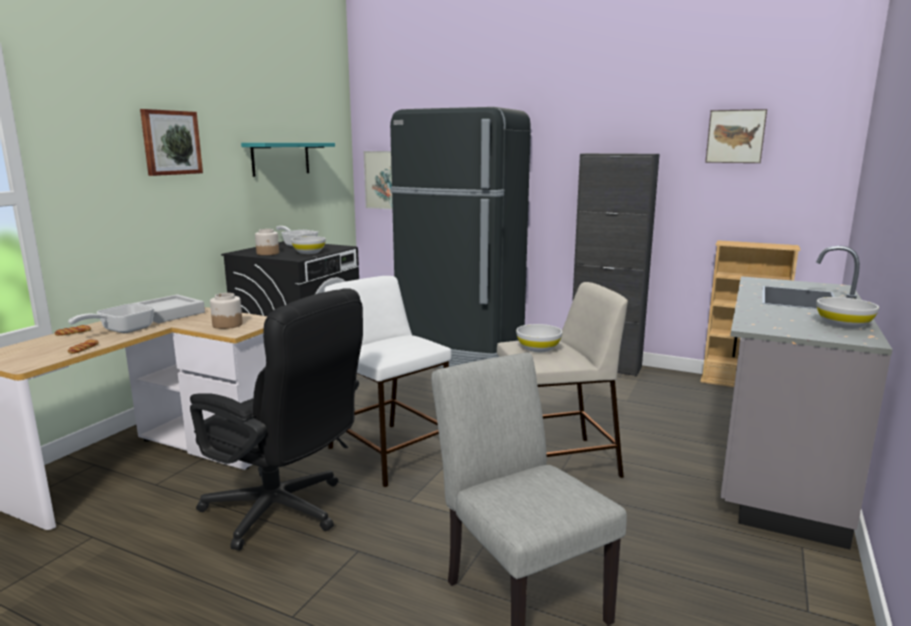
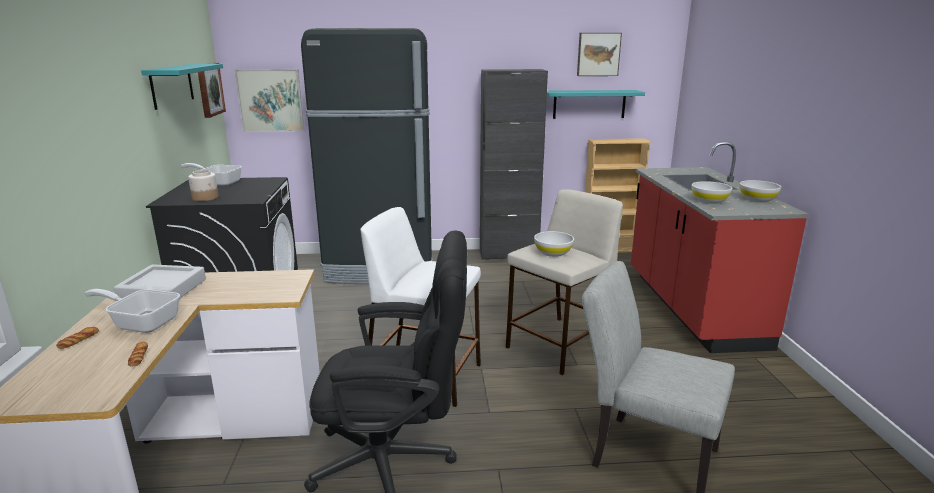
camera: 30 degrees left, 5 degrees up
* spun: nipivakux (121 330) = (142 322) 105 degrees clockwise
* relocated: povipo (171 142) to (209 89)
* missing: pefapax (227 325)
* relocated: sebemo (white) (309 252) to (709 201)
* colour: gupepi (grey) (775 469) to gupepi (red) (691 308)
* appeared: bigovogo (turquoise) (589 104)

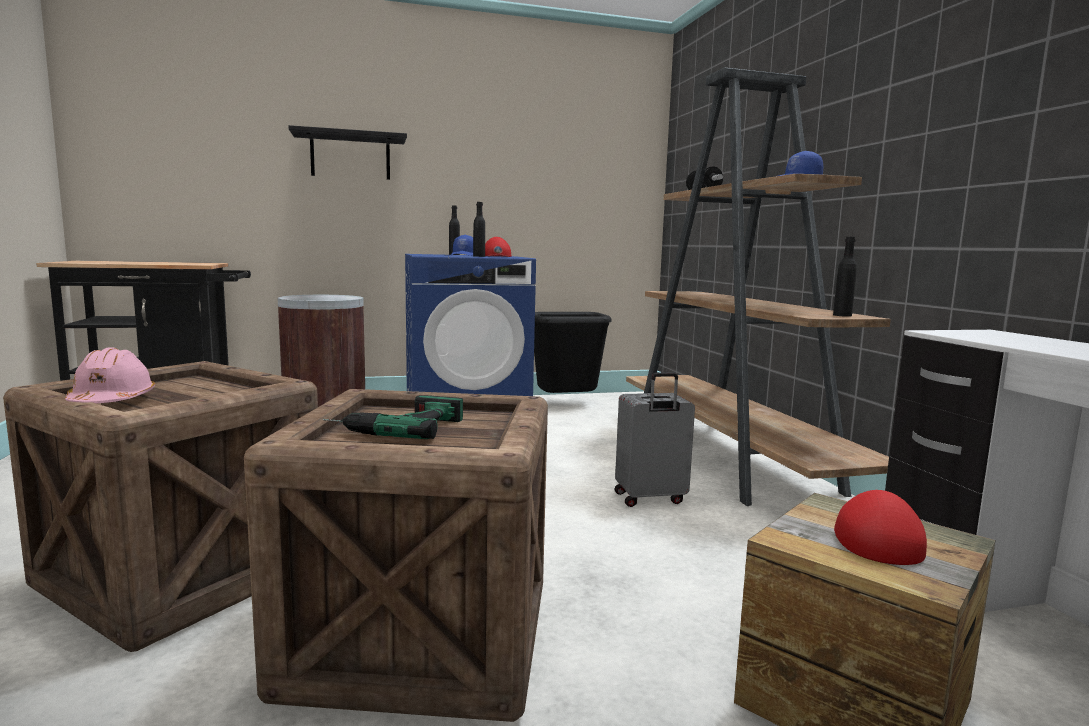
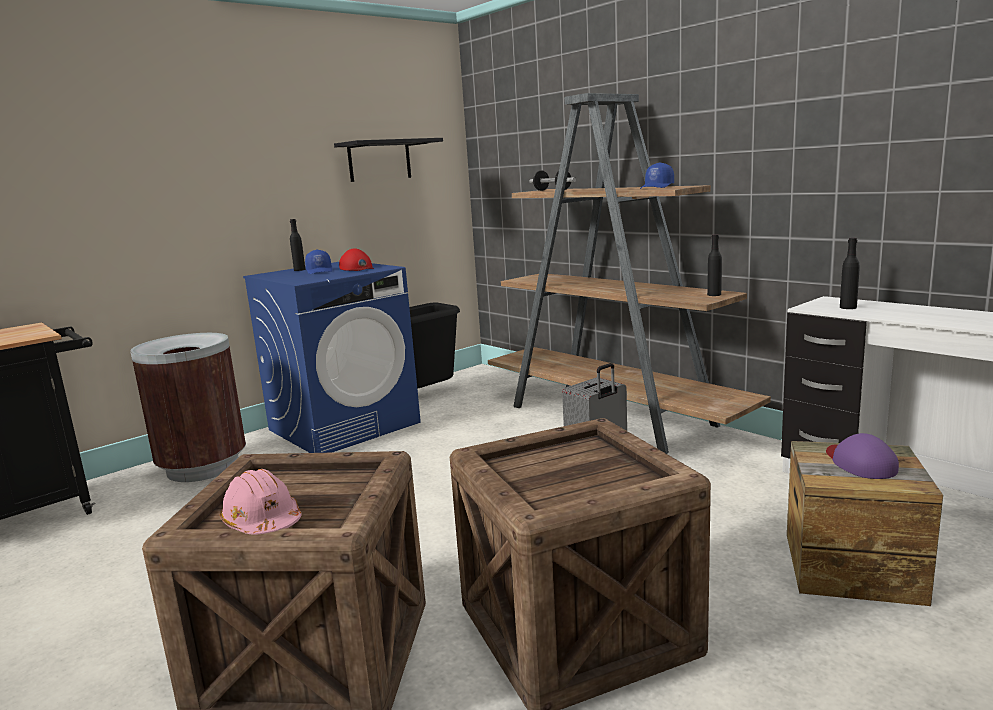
camera: 25 degrees left, 5 degrees up
* relocated: bigovogo (black) (350 157) to (379 160)
* missing: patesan (394 426)
* relocated: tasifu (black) (479 256) to (848 307)
* colour: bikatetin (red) (875 537) to bikatetin (purple) (859 463)

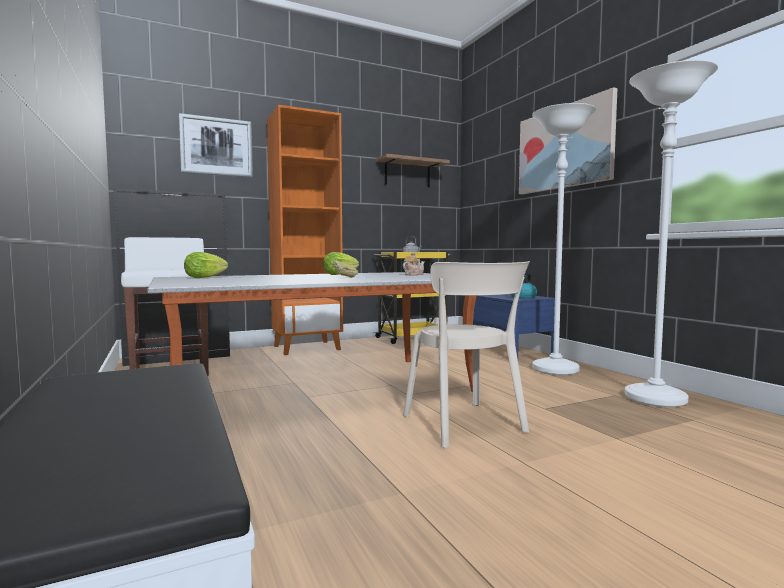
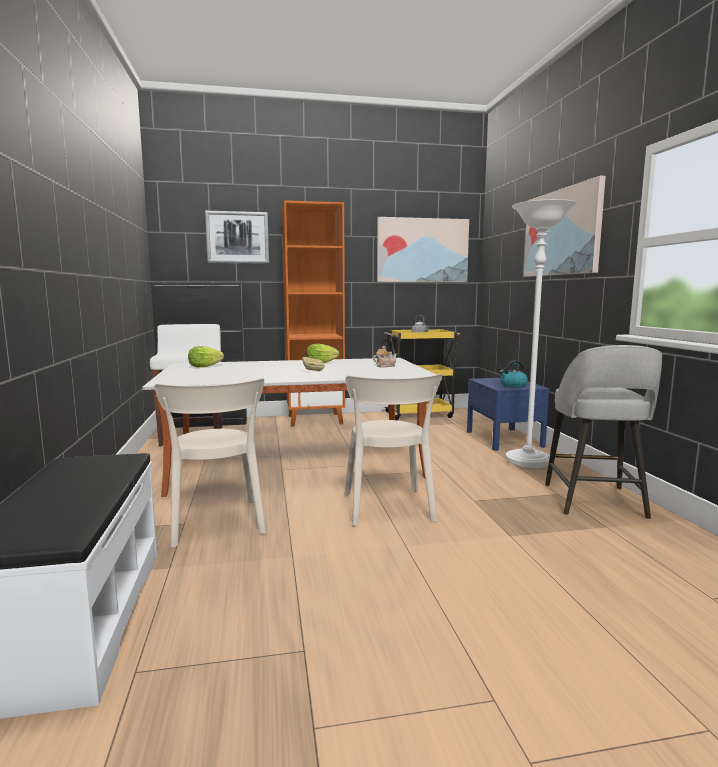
camera: 15 degrees right, 5 degrees up
* exchanged: bigovogo (407 173) to povipo (422 250)
* exchanged: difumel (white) (655 399) to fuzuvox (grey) (594 502)
* appeared: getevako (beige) (217 524)

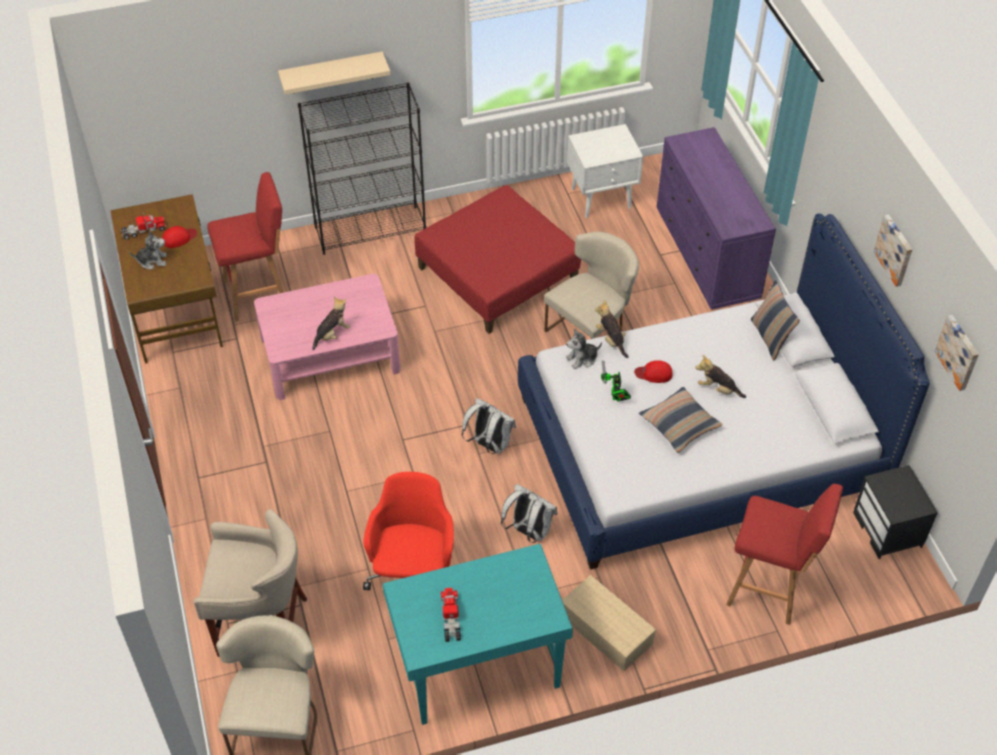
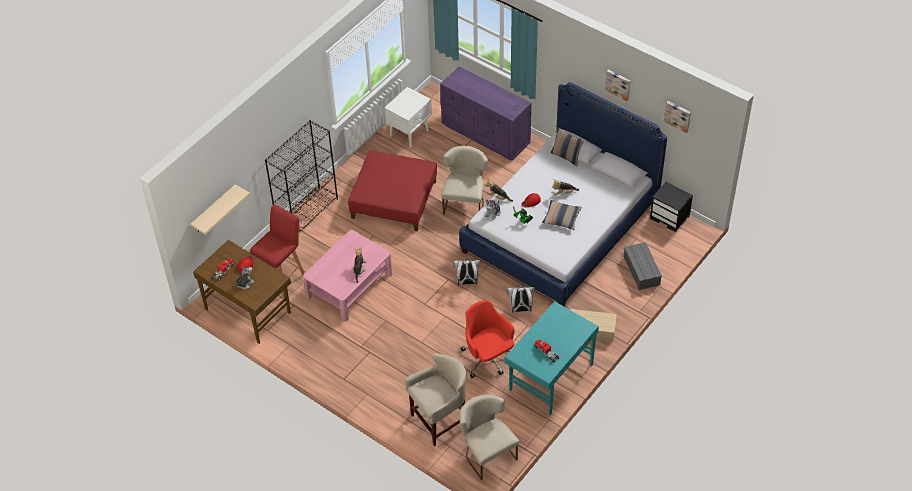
camera: 35 degrees left, 0 degrees up
* relocated: bigovogo (beige) (331 73) to (214 209)
* exchanged: fuzuvox (red) (769 588) to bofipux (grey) (642 271)

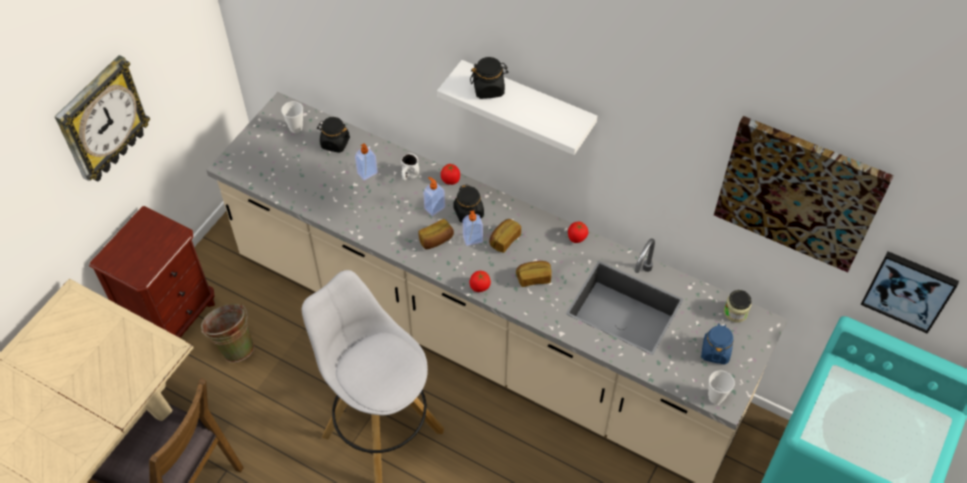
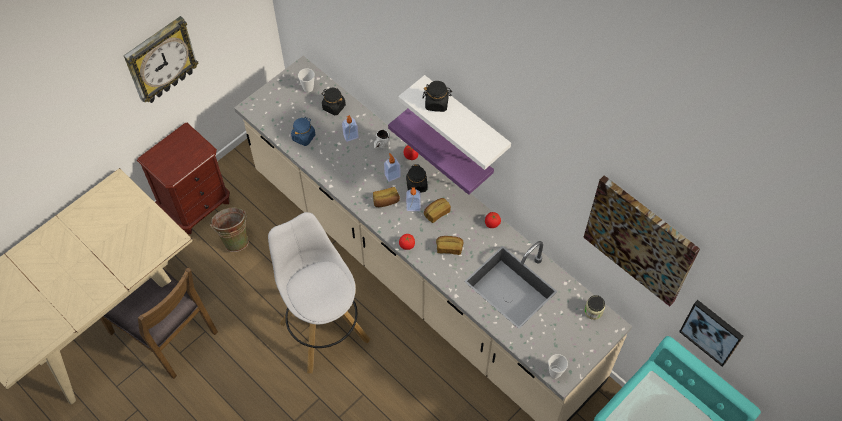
camera: 15 degrees right, 5 degrees up
* relocated: pefapax (blue) (715 351) to (303 137)
* appeared: bigovogo (purple) (452 146)

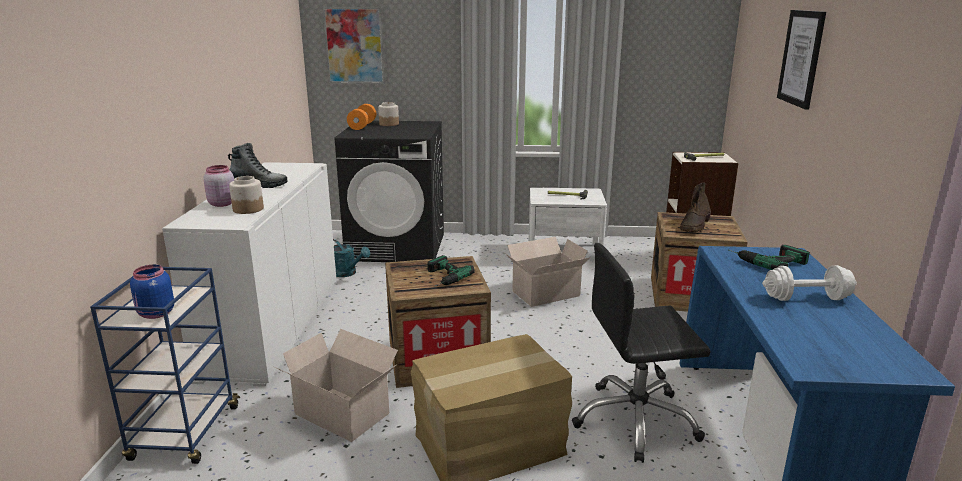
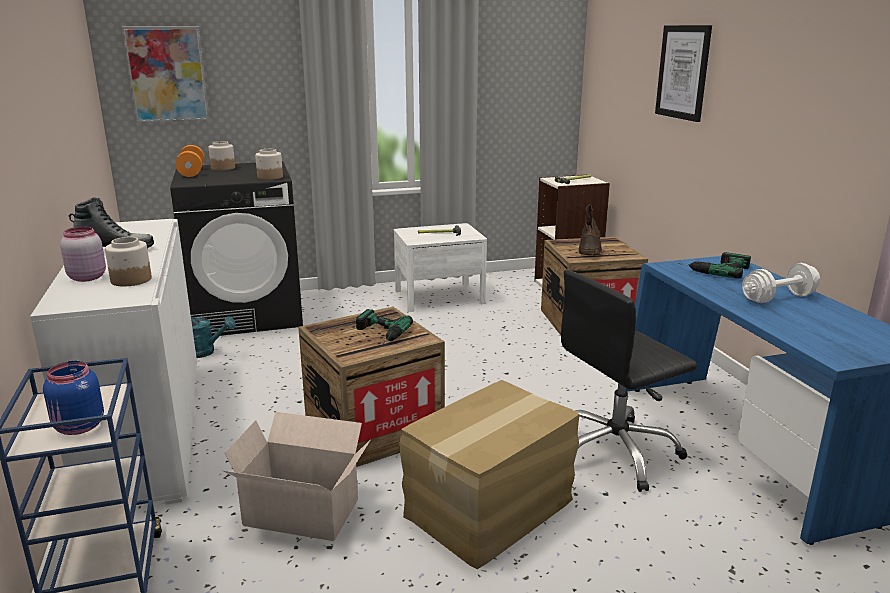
camera: 20 degrees left, 0 degrees up
* missing: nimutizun (544 294)
* appeared: pefapax (270 177)

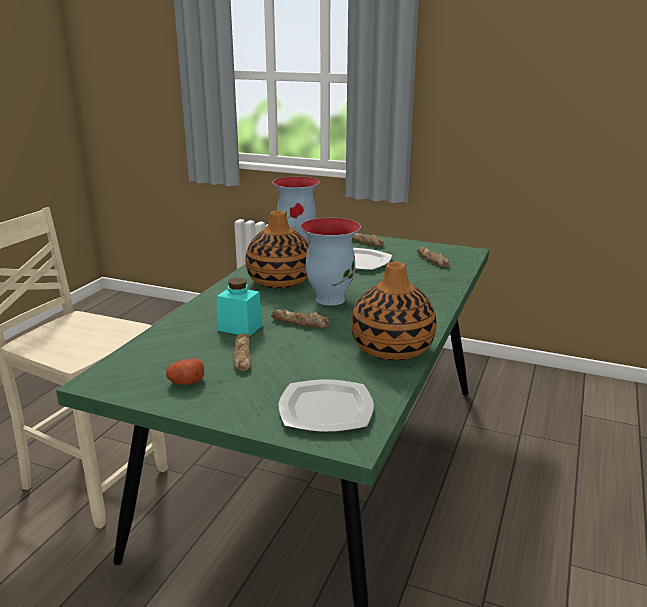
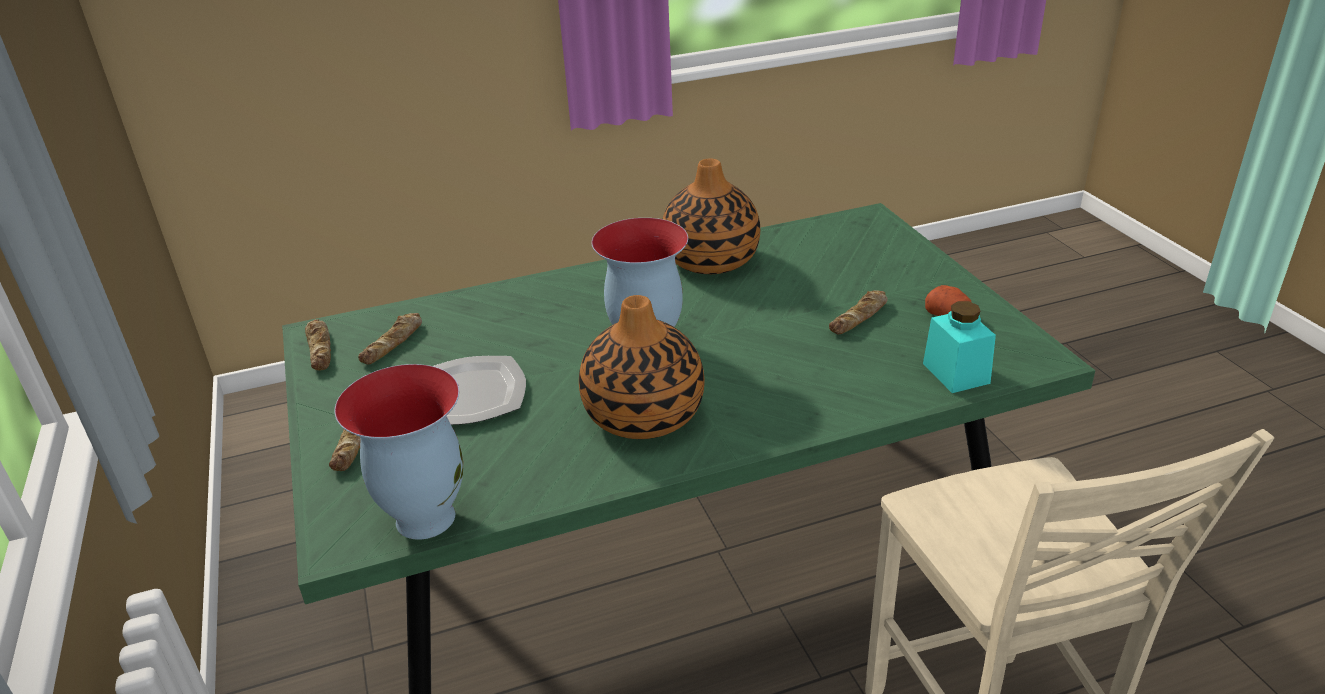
camera: 130 degrees left, 10 degrees up
* relocated: pefapax (turquoise) (240 327) to (956 373)
* relocated: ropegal (300 323) to (320 349)
* missing: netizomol (327 408)

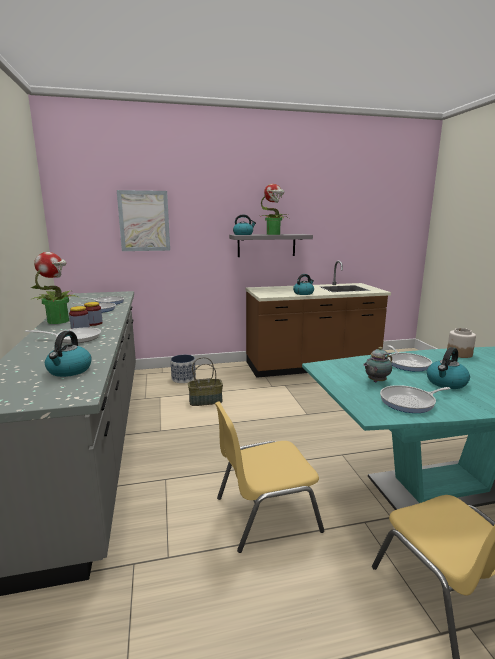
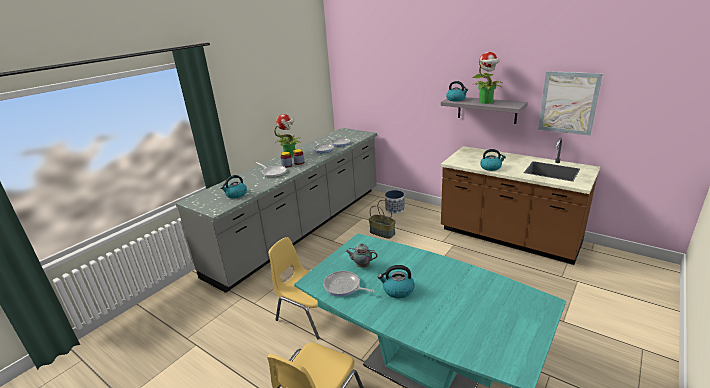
camera: 50 degrees right, 10 degrees up
* relocated: povipo (144 221) to (568 103)
* missing: nipivakux (407 363)
* missing: pefapax (459 354)

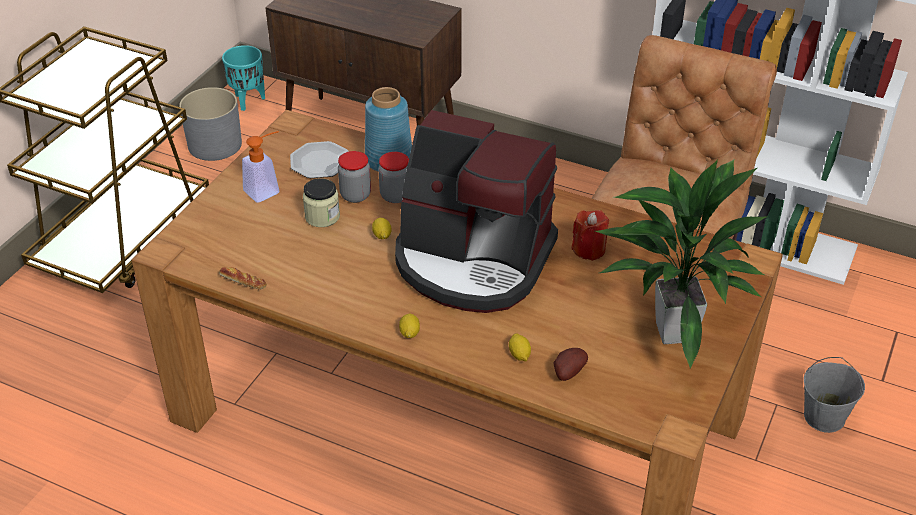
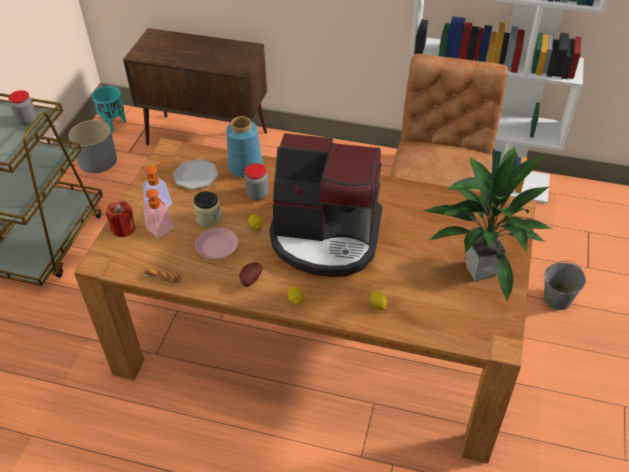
camera: 10 degrees left, 5 degrees up
* relocated: pefapax (355 195) to (27 120)
* relocated: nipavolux (567 372) to (250 280)
* relocated: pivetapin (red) (589 249) to (123 229)
* appeared: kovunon (163 231)
* appeared: netizomol (pink) (217 247)

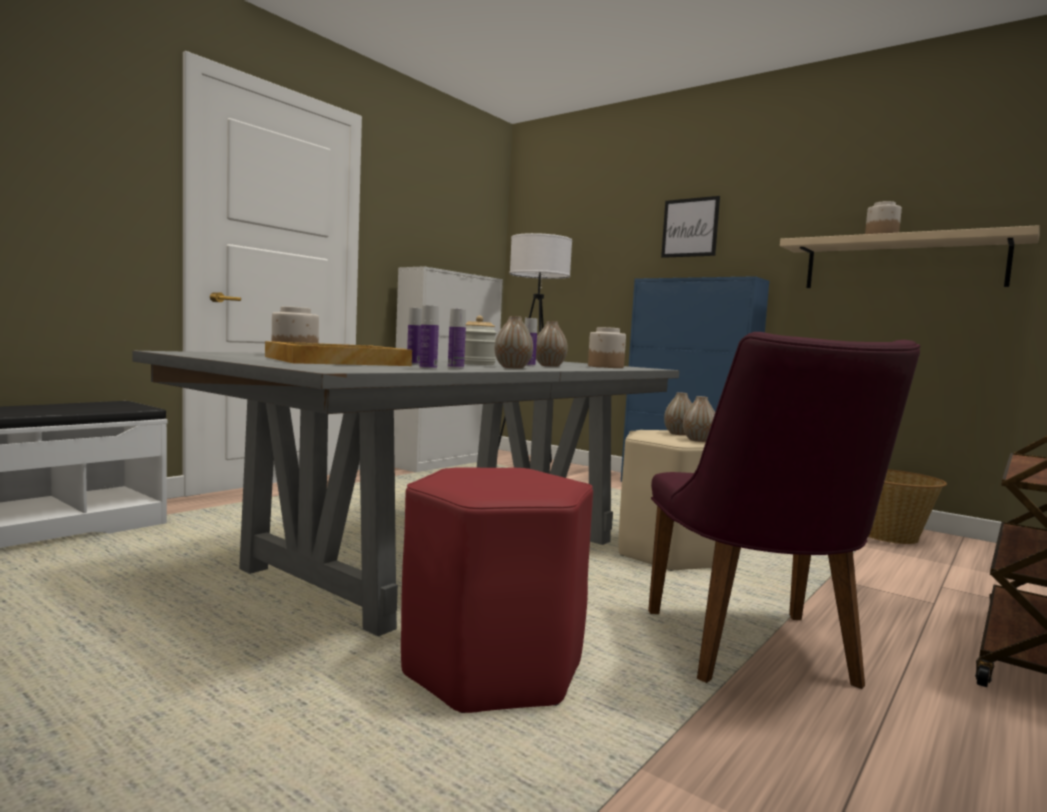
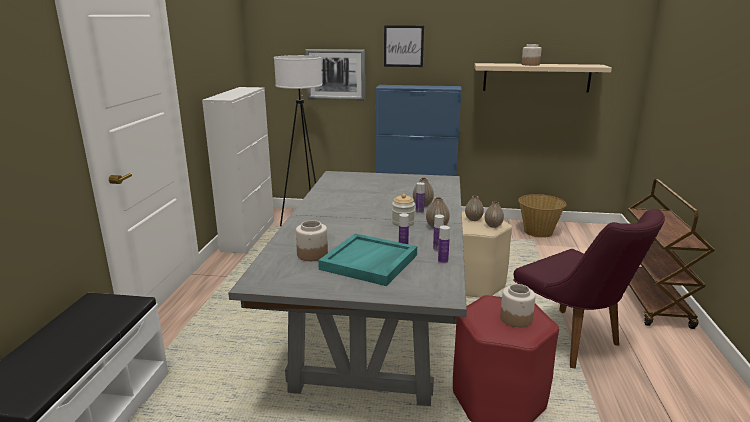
camera: 30 degrees left, 15 degrees up
* colour: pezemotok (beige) (335 361) to pezemotok (turquoise) (369 262)
* relocated: pefapax (606 367) to (516 318)
* appeared: povipo (335 74)

